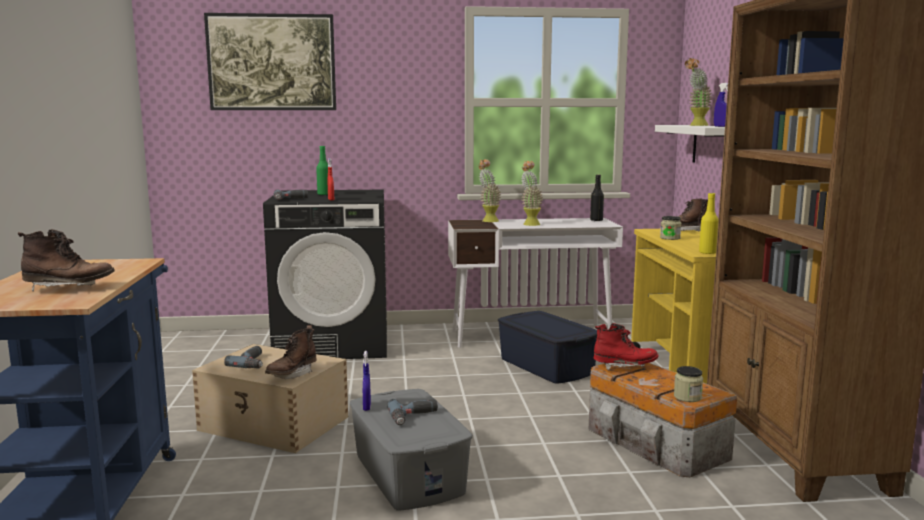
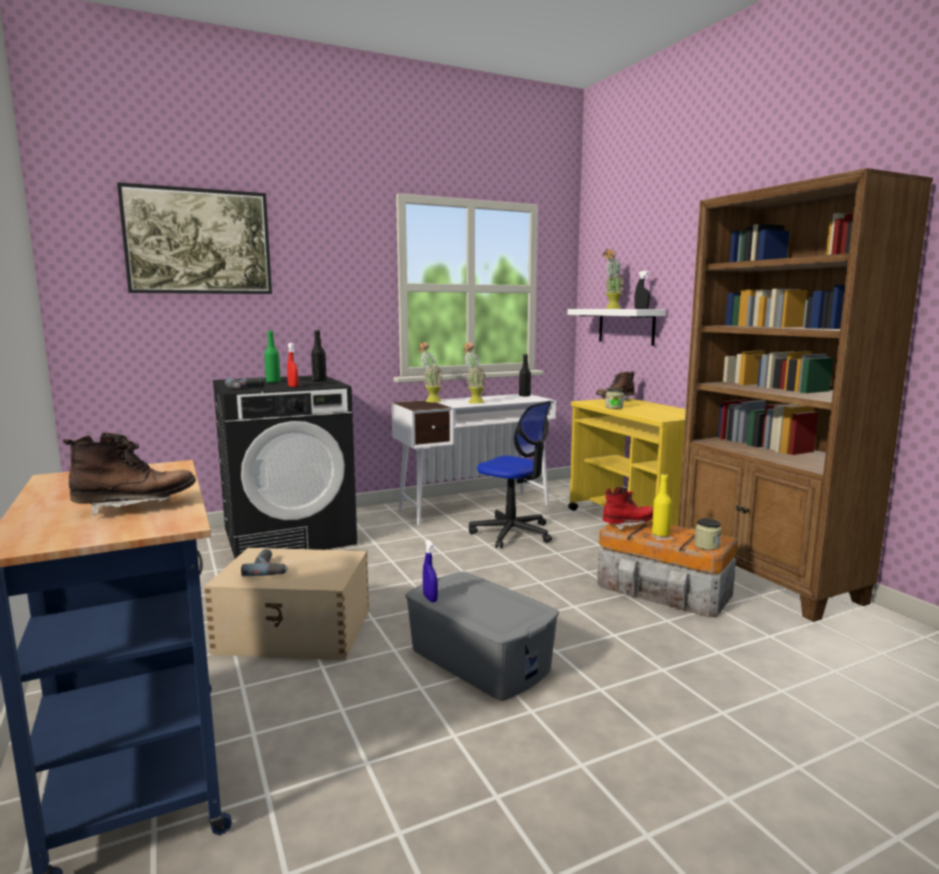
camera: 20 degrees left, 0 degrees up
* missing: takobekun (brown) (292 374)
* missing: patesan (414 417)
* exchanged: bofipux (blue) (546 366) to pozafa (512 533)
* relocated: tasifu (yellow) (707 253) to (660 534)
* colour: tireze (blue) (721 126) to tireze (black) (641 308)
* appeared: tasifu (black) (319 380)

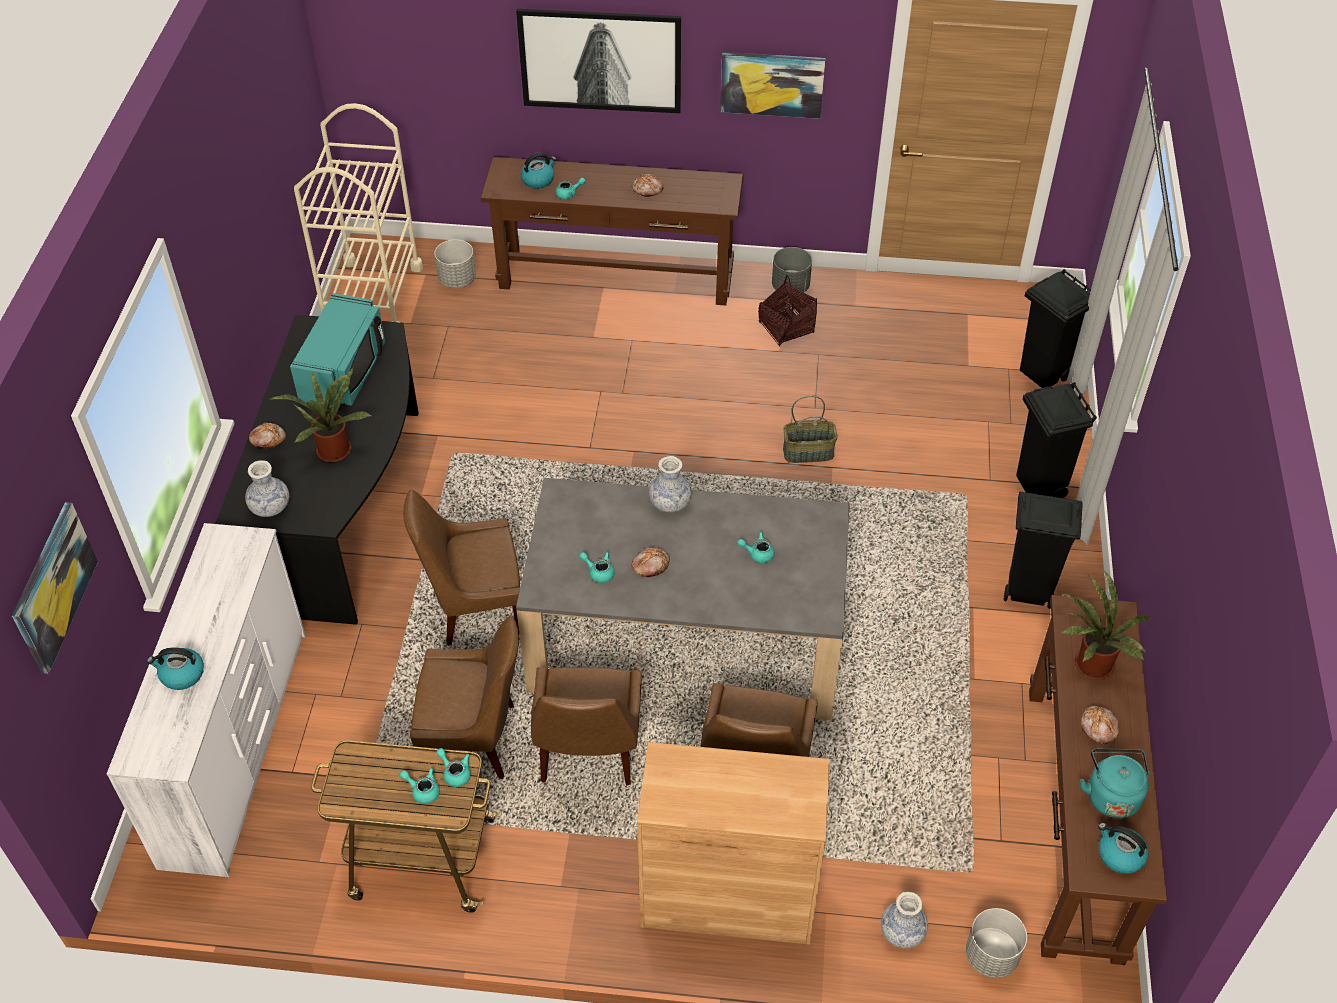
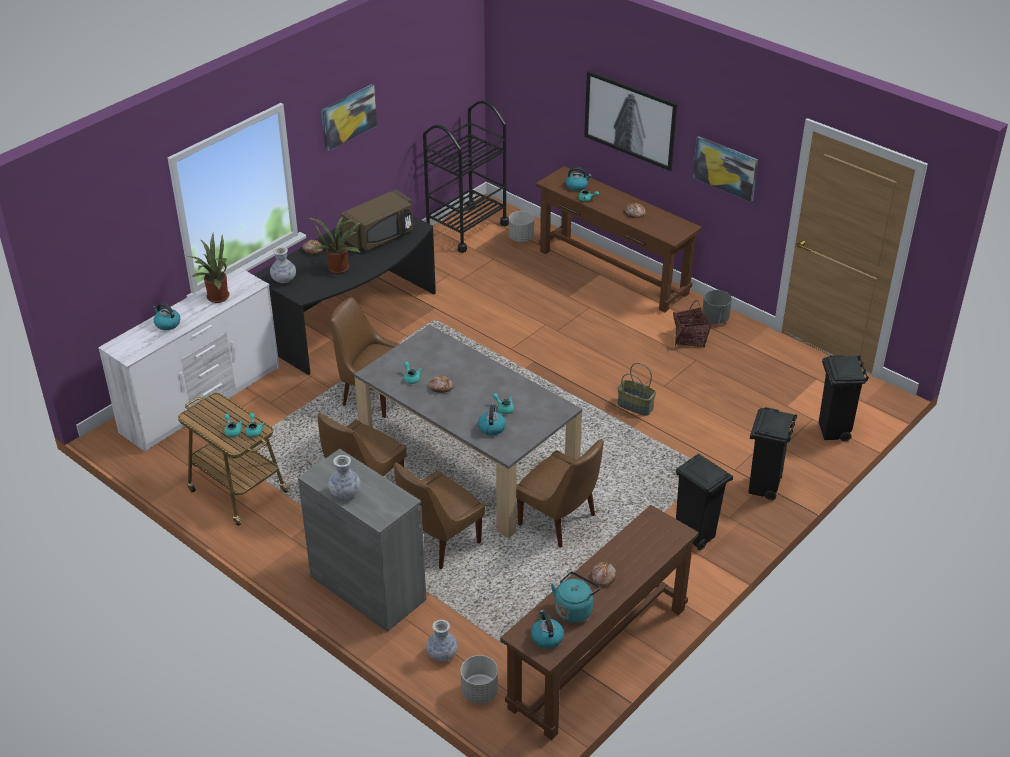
camera: 35 degrees right, 10 degrees down
* relocated: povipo (53 587) to (348 117)
* colour: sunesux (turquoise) (345 372) to sunesux (brown) (380 236)
* colour: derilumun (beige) (372 297) to derilumun (black) (466 228)
* relocated: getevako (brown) (475 740) to (559 521)
* colour: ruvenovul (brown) (728 897) to ruvenovul (grey) (367 588)
* relocated: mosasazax (670 503) to (345 492)
* relocated: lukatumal (1089 666) to (215 297)
* appeared: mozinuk (491 427)

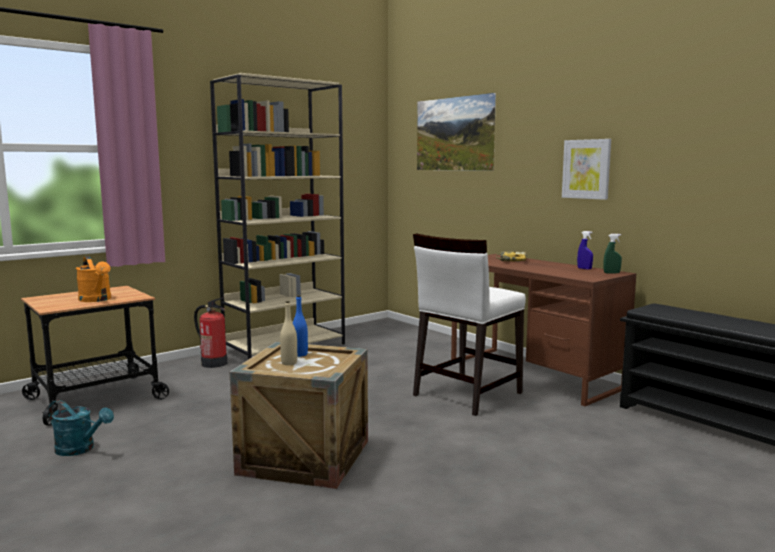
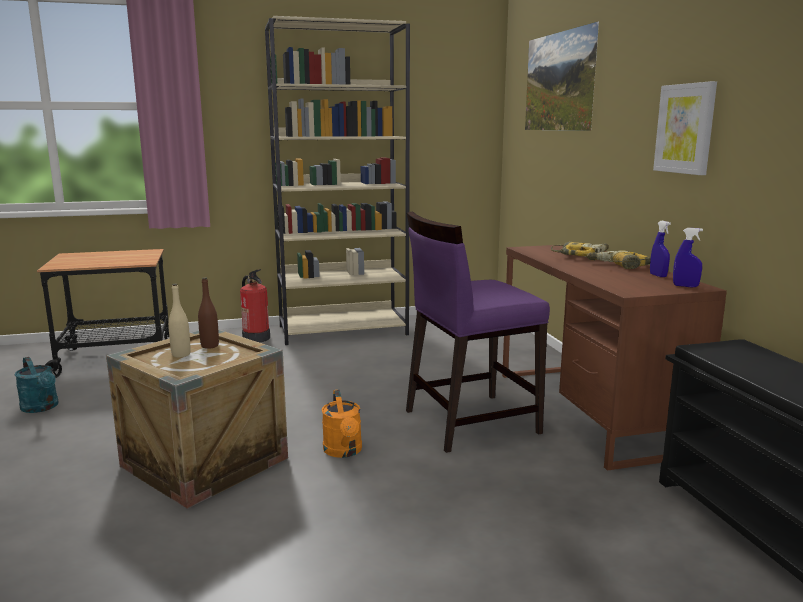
camera: 25 degrees right, 5 degrees up
* relocated: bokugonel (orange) (97 300) to (344 451)
* colour: tasifu (blue) (300 354) to tasifu (brown) (210 346)
* colour: getevako (white) (466 394) to getevako (purple) (469 421)
* colour: tireze (green) (611 273) to tireze (blue) (685 286)
* appeared: patesan (621 266)

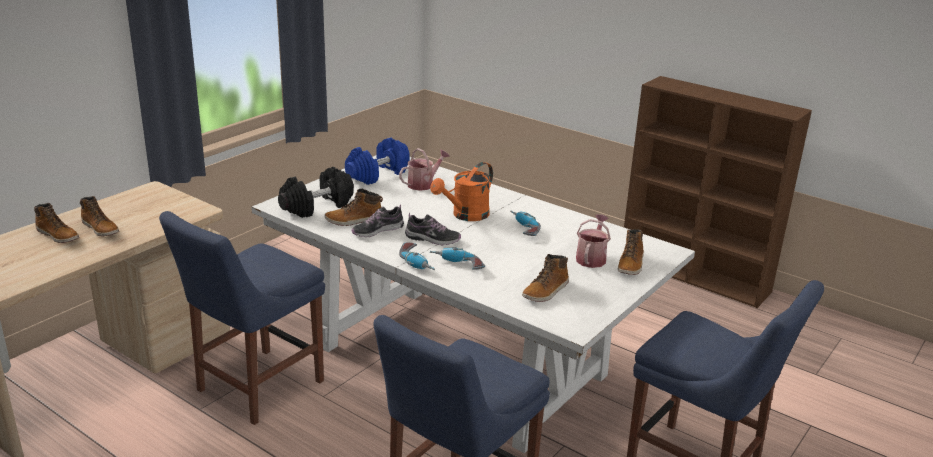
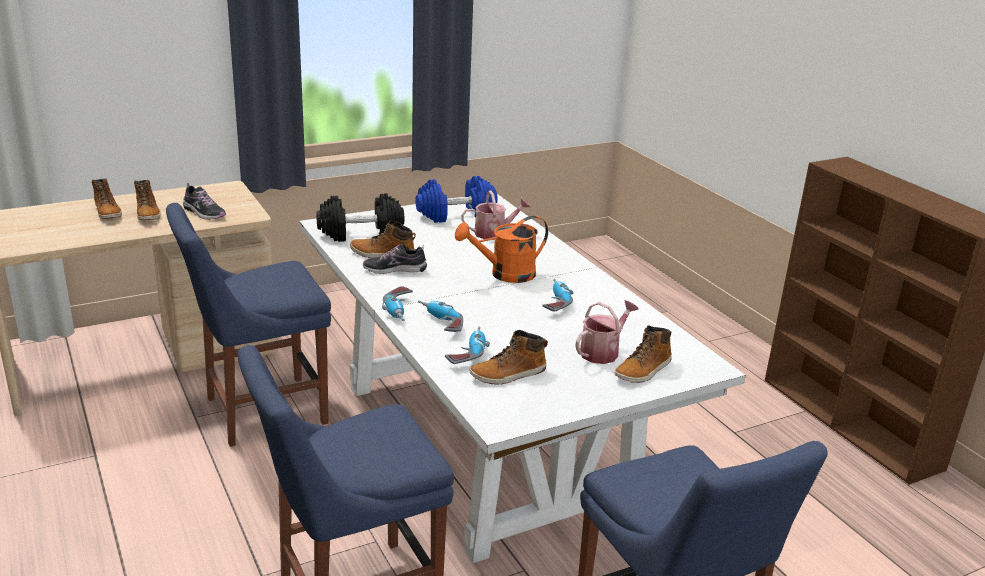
camera: 25 degrees right, 0 degrees up
* relocated: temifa (432 239) to (204 213)
* appeared: patesan (467 353)

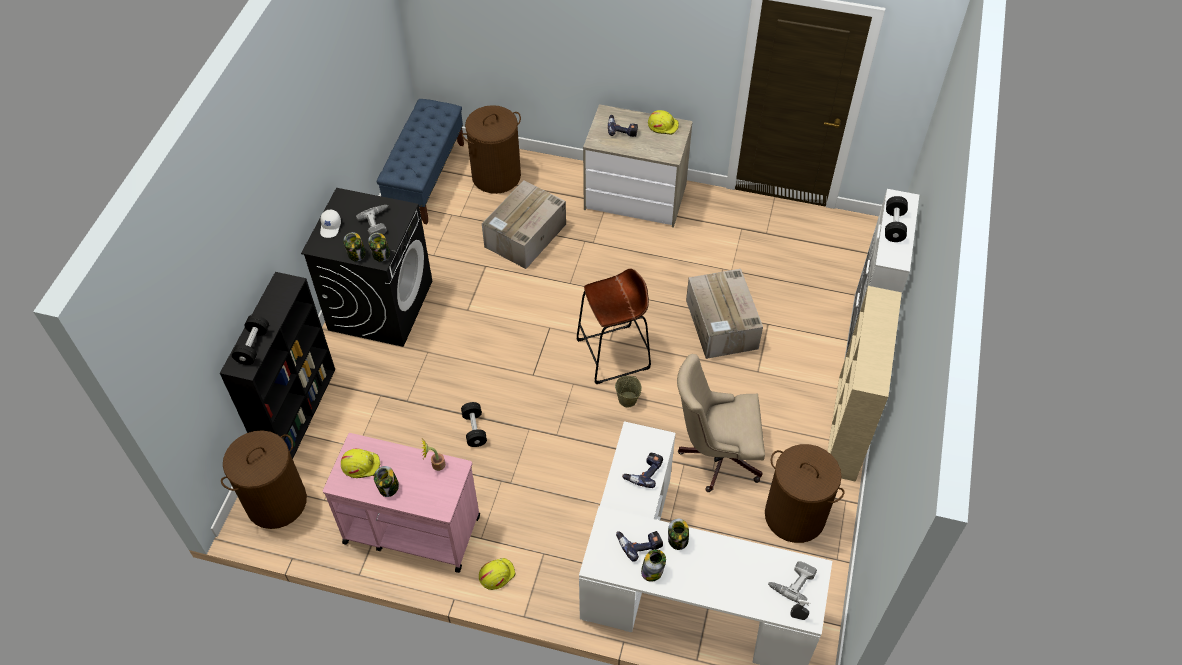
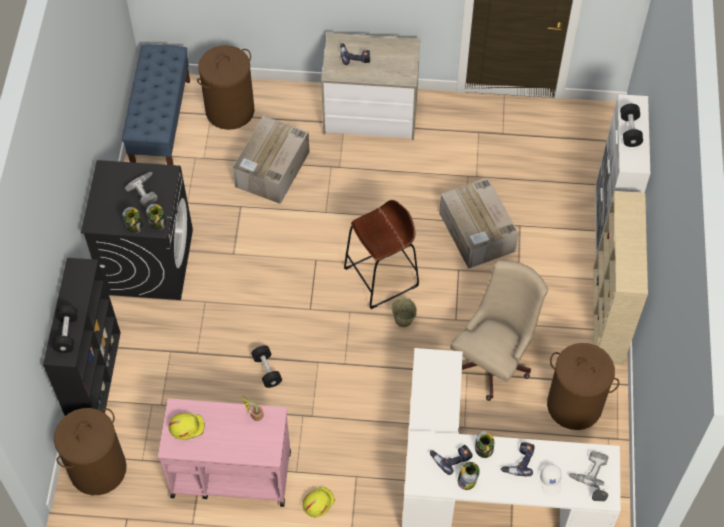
camera: 10 degrees left, 5 degrees up
* relocated: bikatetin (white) (331 227) to (551 481)
* missing: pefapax (388 487)
* relocated: patesan (644 472) to (518 461)
* missing: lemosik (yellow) (663 125)
* spun: pozafa (beige) (715 455) = (494 360) 135 degrees clockwise

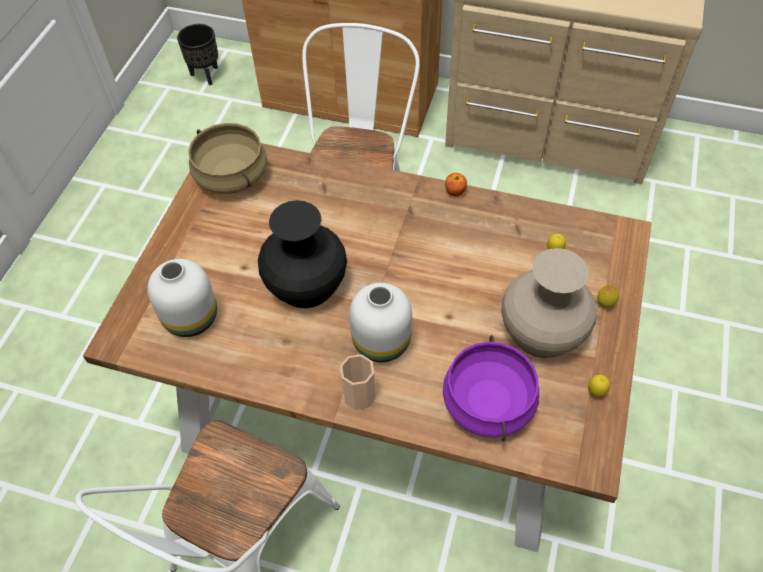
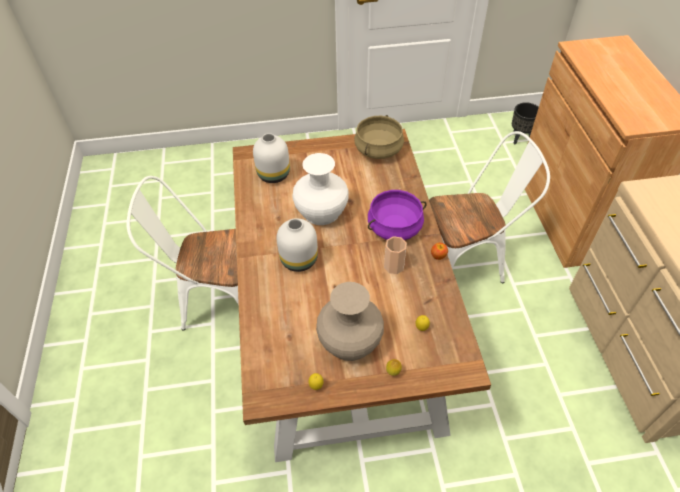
camera: 65 degrees right, 5 degrees down
* colour: mosasazax (black) (306 284) to mosasazax (white) (321 211)
* relocated: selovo (359 395) to (394 266)
* relocated: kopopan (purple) (489 403) to (394 227)

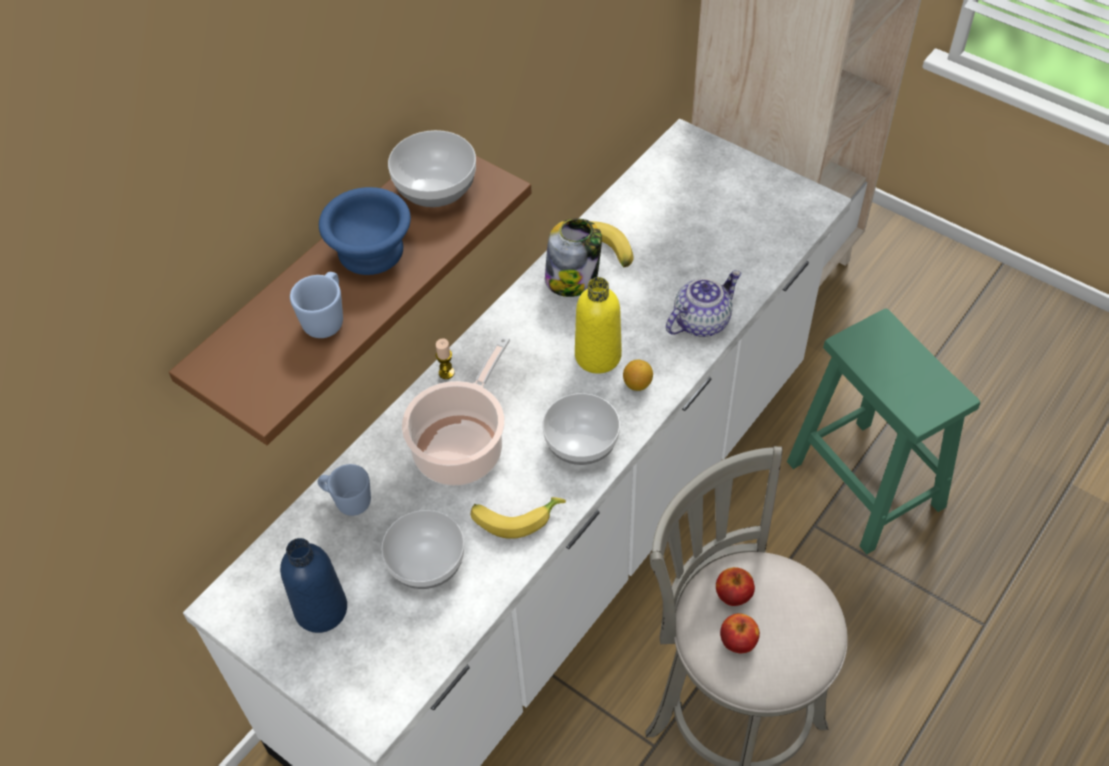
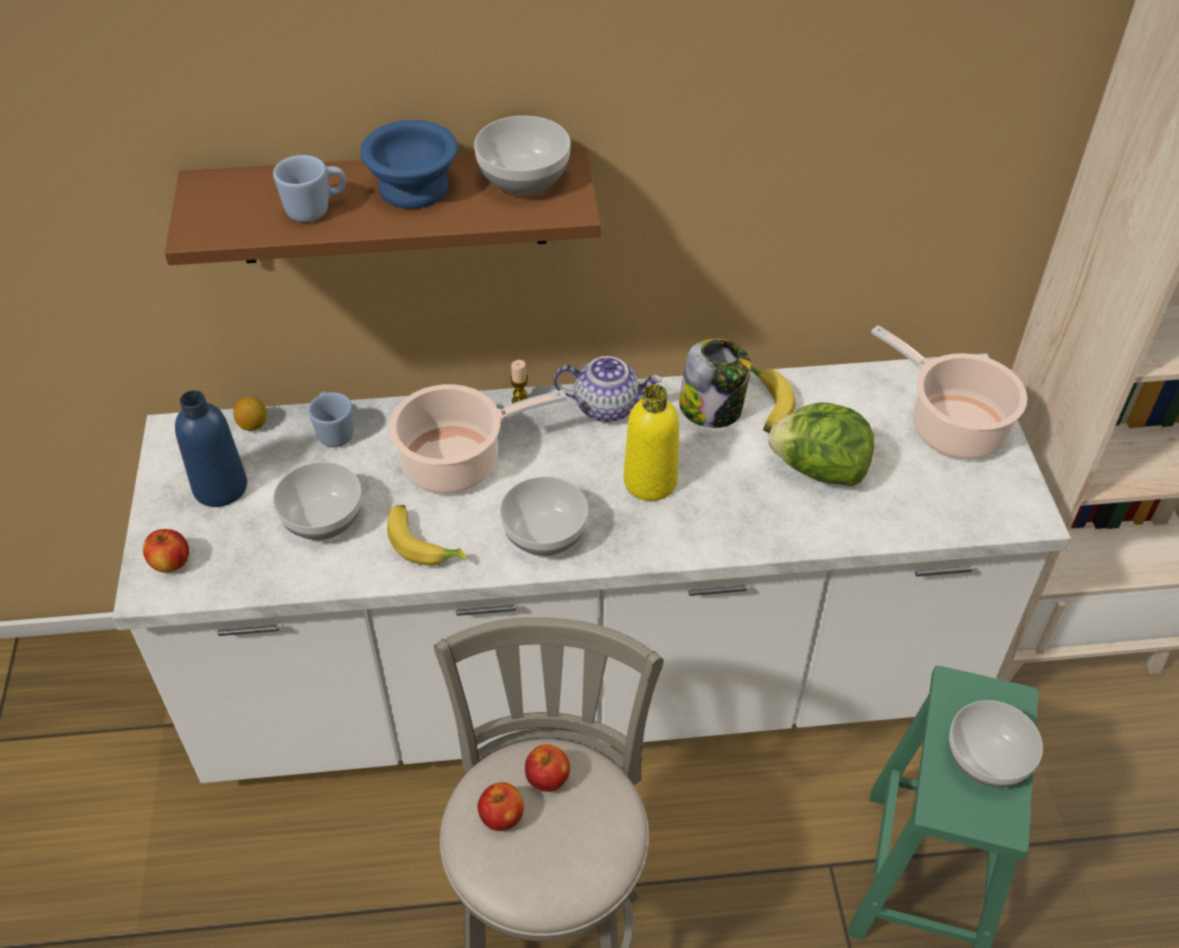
camera: 45 degrees right, 5 degrees down
* relocated: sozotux (637 384) to (253 425)
* relocated: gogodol (701 321) to (607 406)
* appeared: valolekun (171 563)
* appeared: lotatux (818 469)
* appeared: kopopan (952 426)
* appeared: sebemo (988 760)

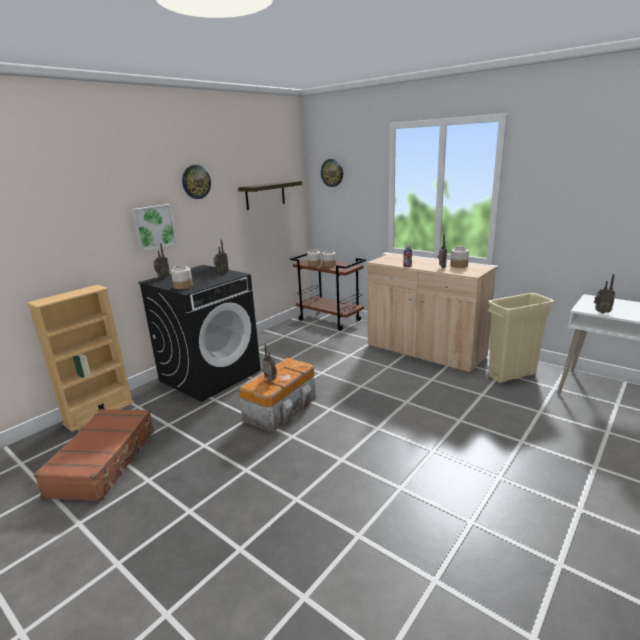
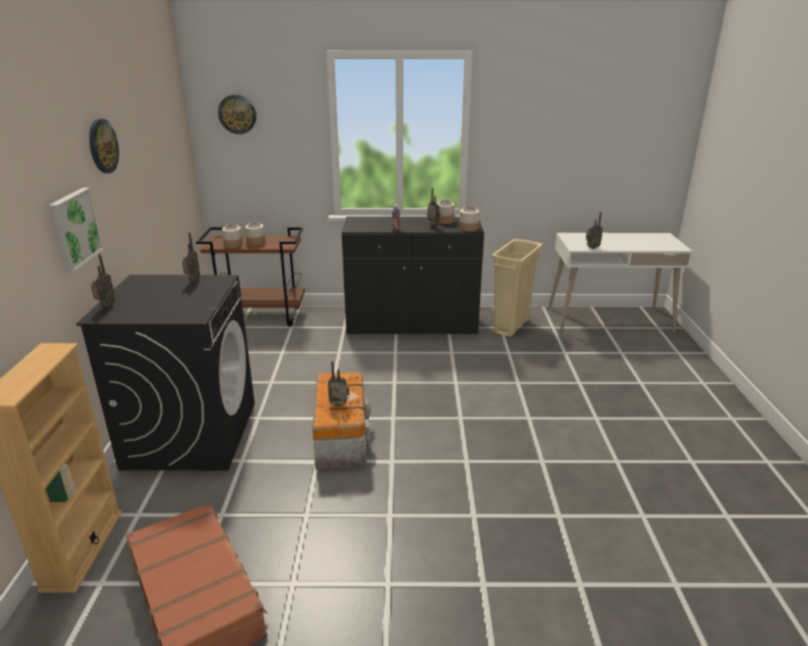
camera: 40 degrees left, 5 degrees up
* relocated: pefapax (183 286) to (469 228)
* missing: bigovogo (265 195)
* colour: ruvenovul (beige) (425 351) to ruvenovul (black) (412 325)

